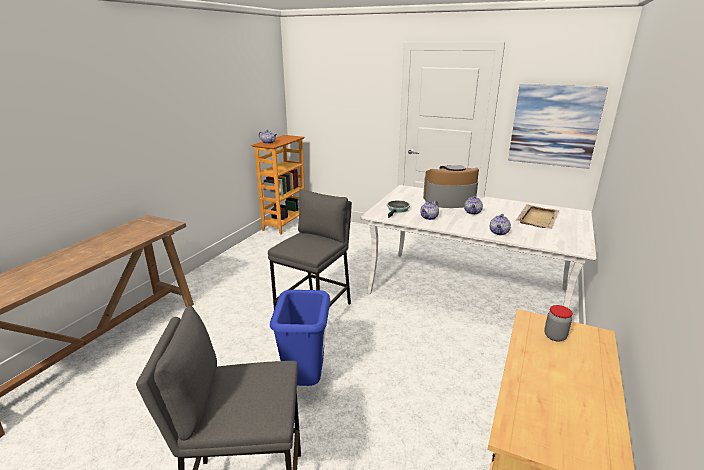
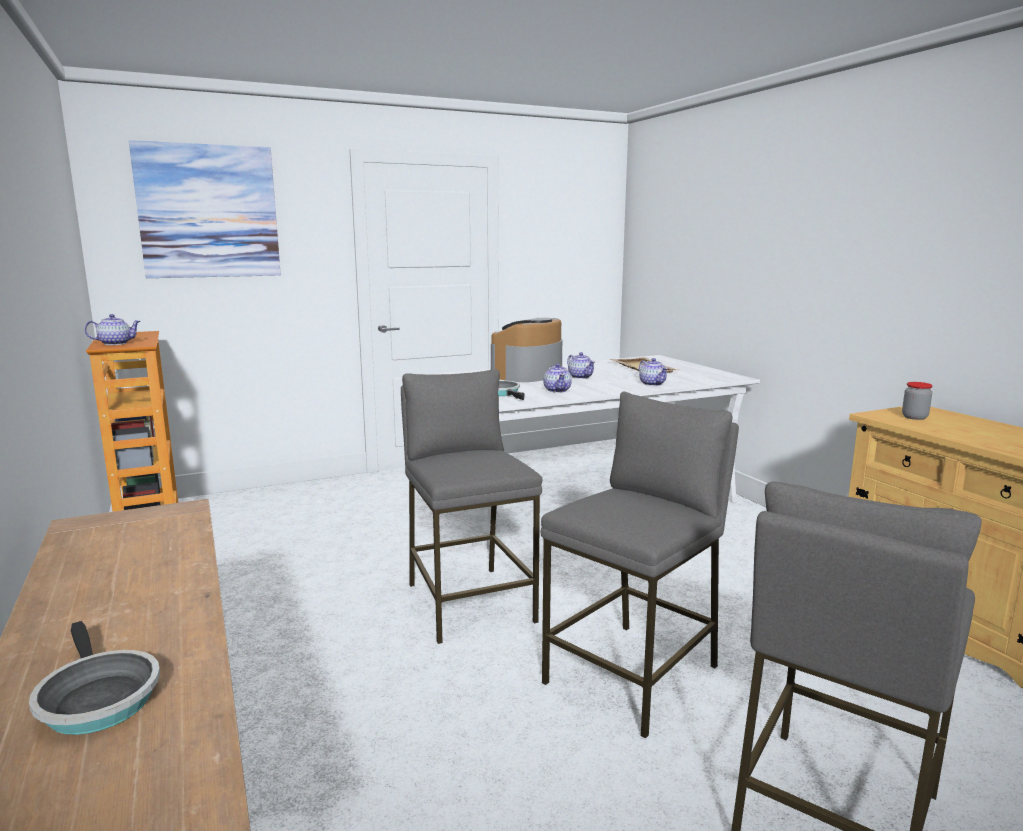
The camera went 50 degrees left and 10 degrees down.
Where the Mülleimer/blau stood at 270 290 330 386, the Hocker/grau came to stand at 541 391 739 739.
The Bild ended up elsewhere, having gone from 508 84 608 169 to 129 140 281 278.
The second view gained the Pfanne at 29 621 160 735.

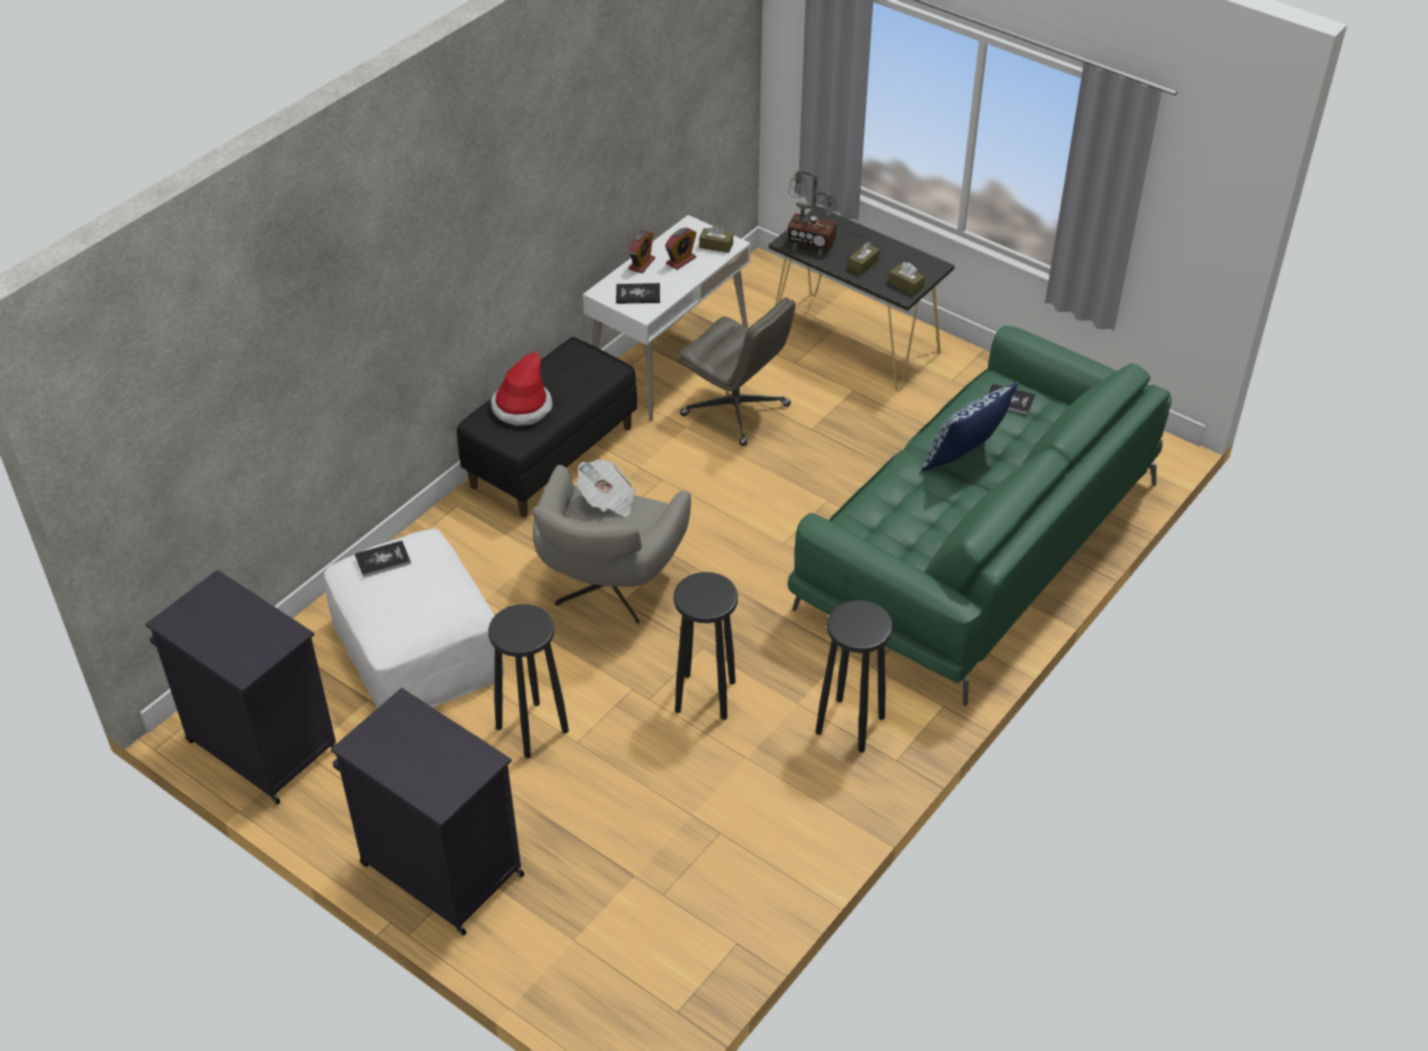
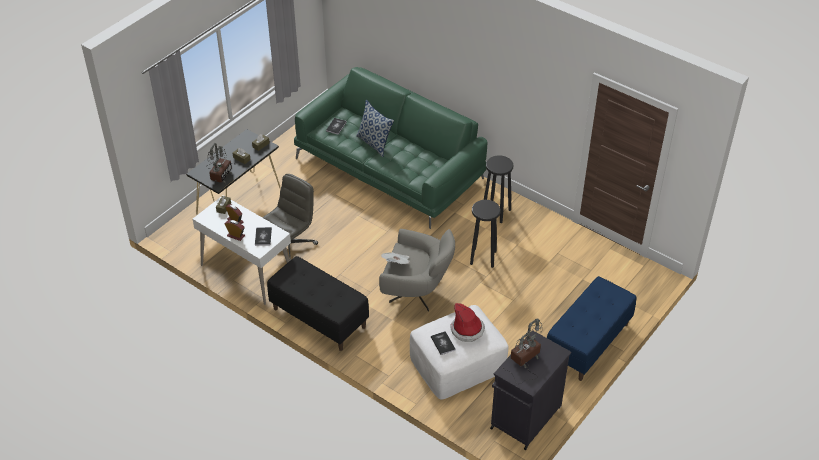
The camera went 90 degrees left and 0 degrees up.
Where the Schrank/schwarz stood at 331 688 524 936, the Bank/blau came to stand at 547 276 637 381.
The second view lost the Hocker/schwarz at 488 604 569 758.
The Hut ended up elsewhere, having gone from 491 351 553 426 to 450 303 485 342.
The second view gained the Tischlampe at 502 318 542 384.

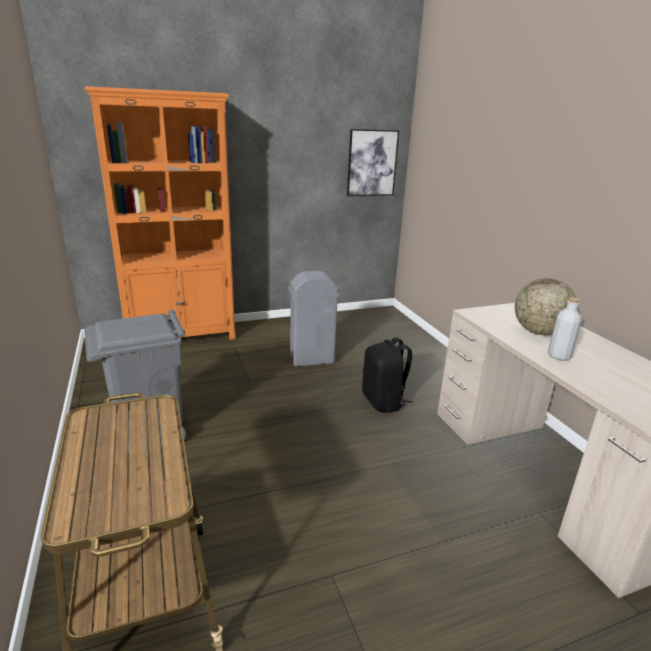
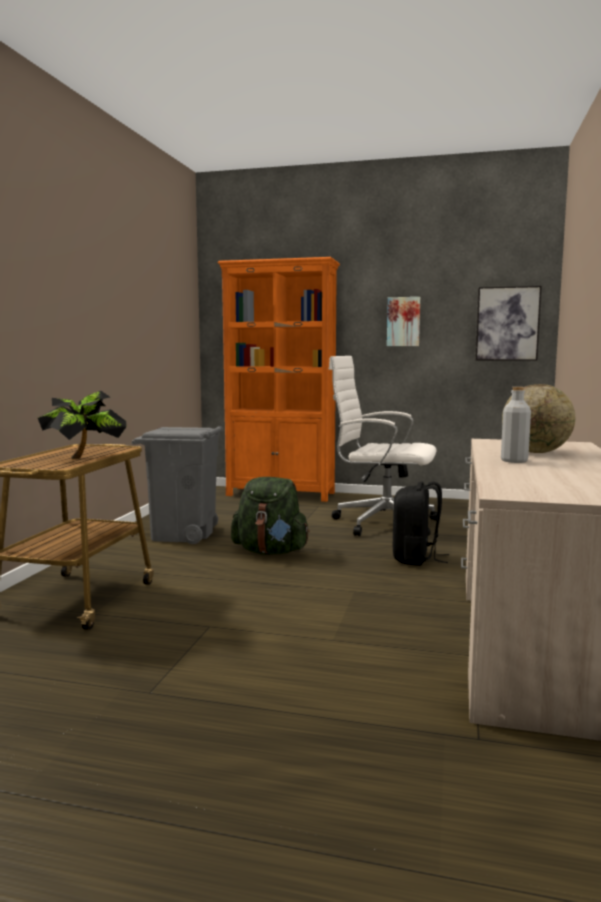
The camera went 35 degrees right and 15 degrees down.
Where the Mülleimer/grau stood at 288 271 340 366, the Bürostuhl/weiß came to stand at 329 356 437 536.
The second view gained the Topfpflanze at 38 391 127 459.
The second view gained the Rucksack/grün at 231 477 310 555.
The second view gained the Bild at 387 297 420 346.

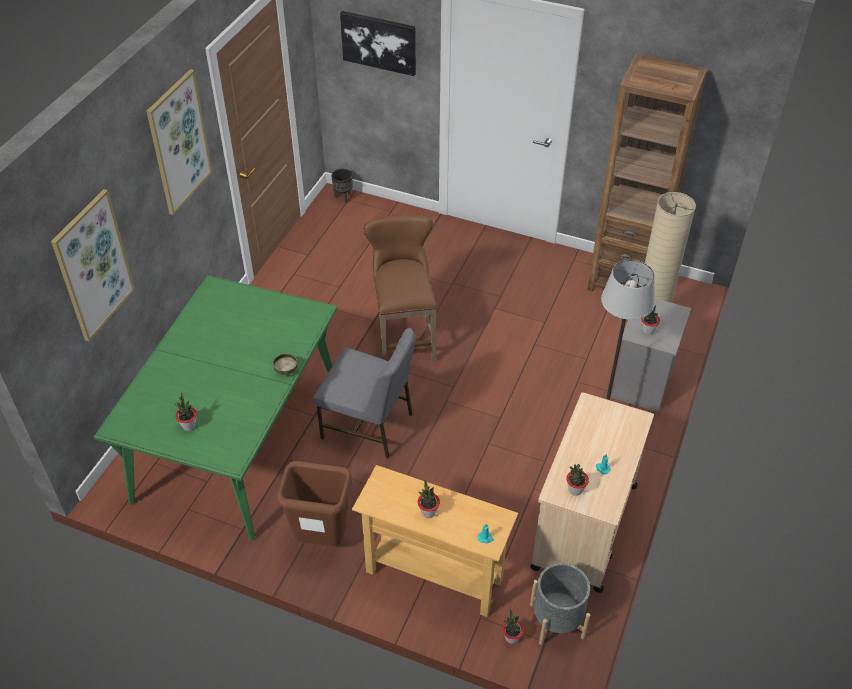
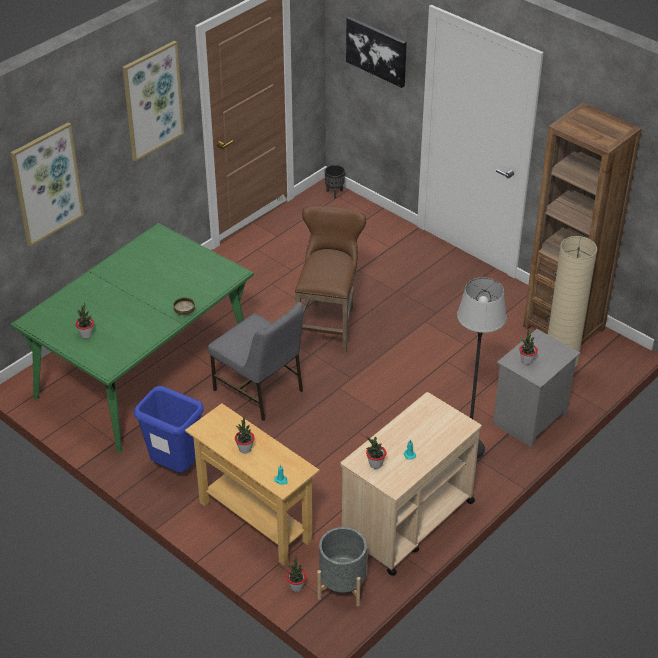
The camera went 20 degrees right and 5 degrees down.
What was the Mülleimer/braun at 276 461 352 546 turned into the Mülleimer/blau at 134 386 204 472.

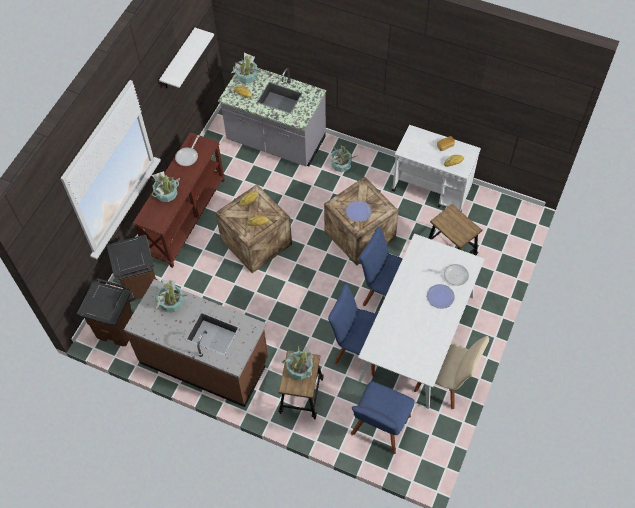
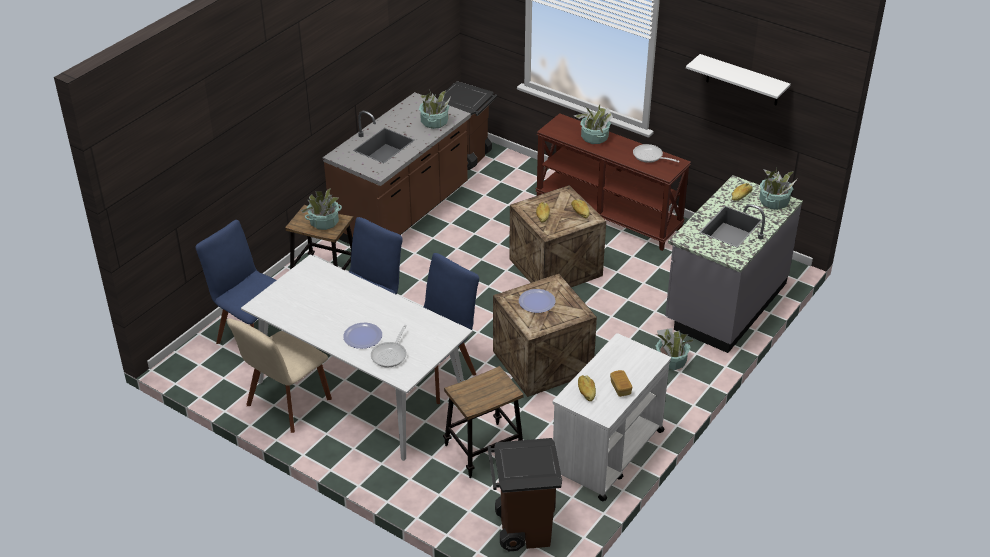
The camera went 100 degrees right and 20 degrees down.
The Mülleimer/braun ended up elsewhere, having gone from 107 235 158 302 to 488 438 562 551.

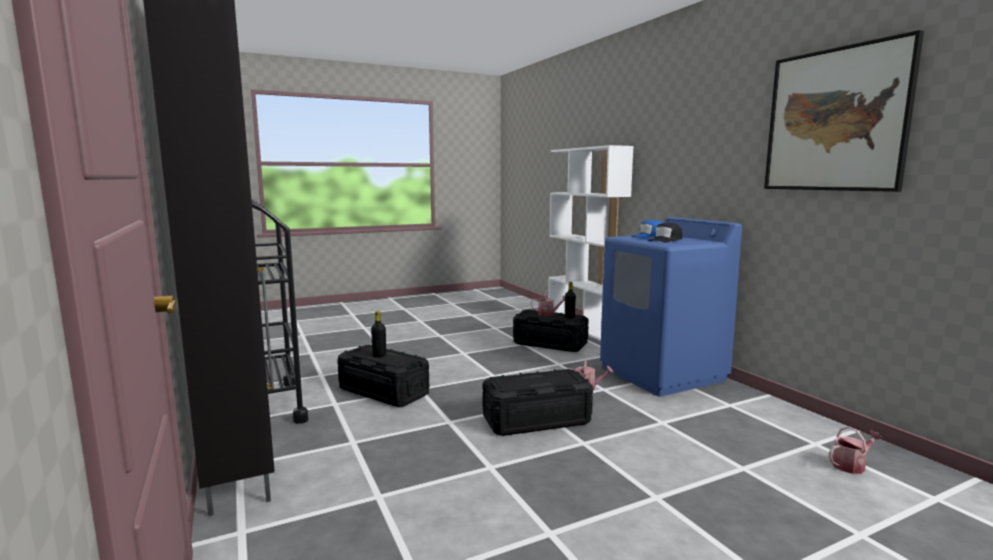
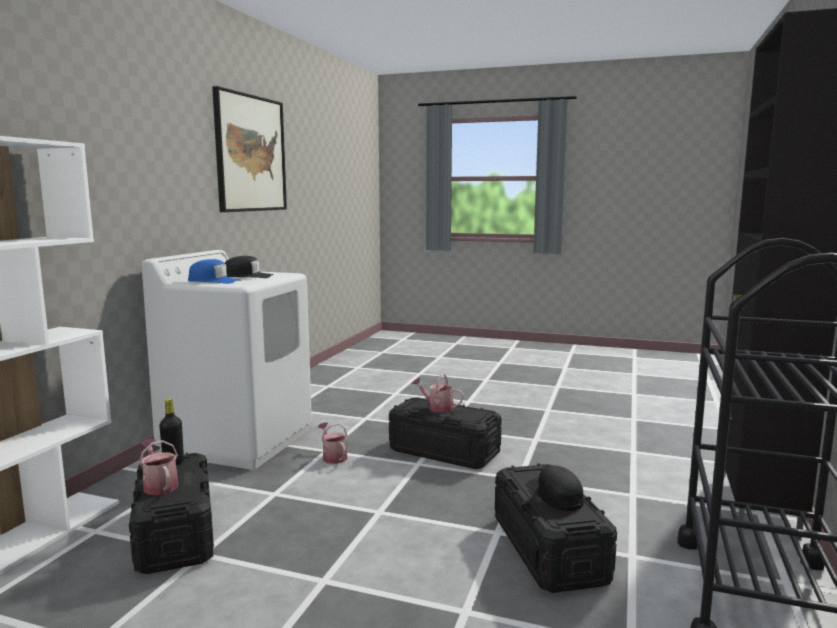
The camera went 135 degrees left and 0 degrees up.
Where the Flasche/schwarz stood at 371 311 386 357, the Kappe/schwarz came to stand at 525 465 584 511.
What was the Waschmaschine/blau at 600 217 742 396 turned into the Waschmaschine/weiß at 141 250 312 470.
The Gießkanne ended up elsewhere, having gone from 829 427 883 474 to 412 373 464 413.

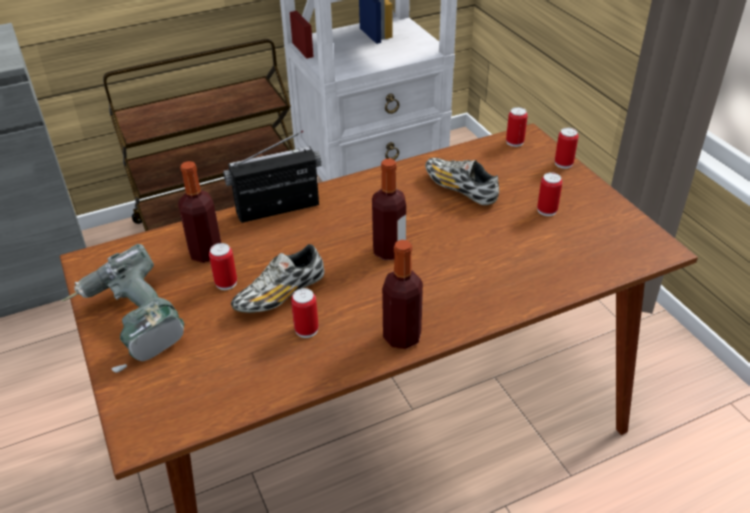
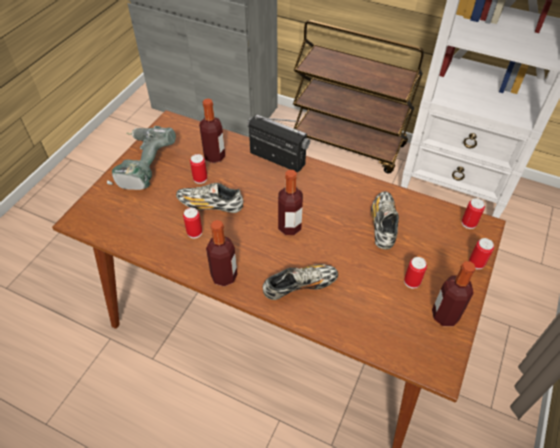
The camera went 50 degrees right and 10 degrees up.
The second view gained the Schuh at 262 264 338 300.
The second view gained the Flasche at 432 261 476 326.

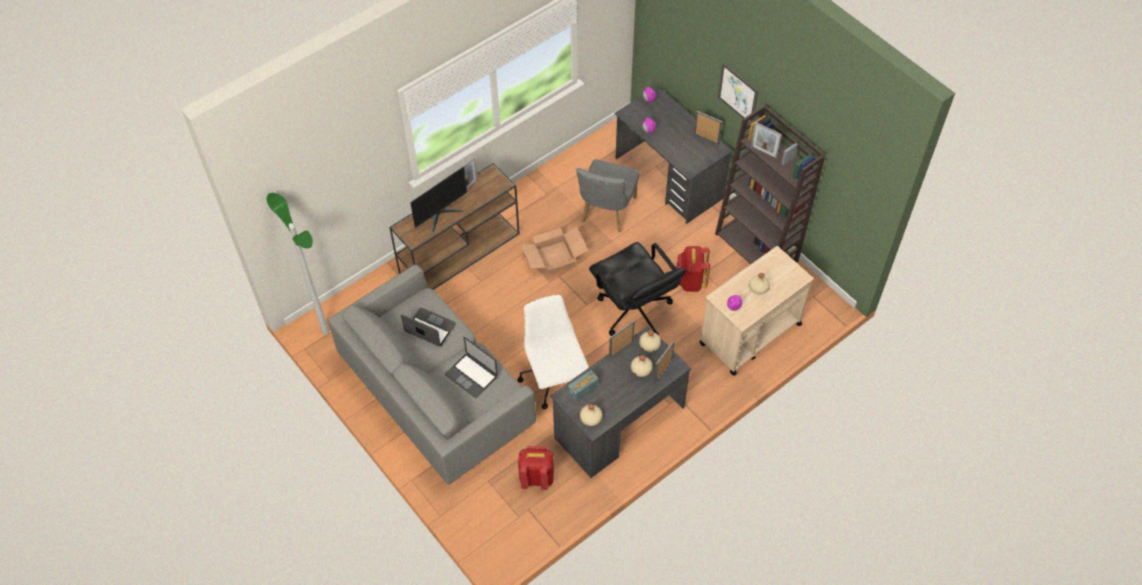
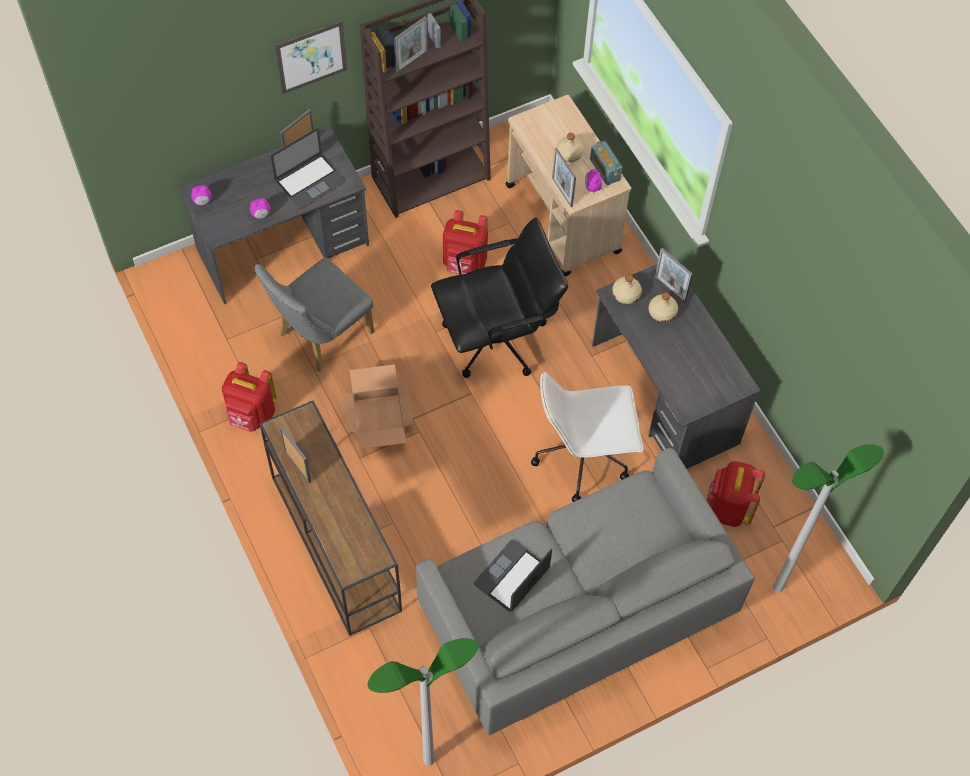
The camera went 80 degrees left and 5 degrees up.
The second view lost the Monitor at 410 167 467 232.
The Laptop ended up elsewhere, having gone from 445 337 498 398 to 271 128 346 209.
The Radio ended up elsewhere, having gone from 568 370 598 402 to 590 141 622 185.
The Stuhl/grau at 576 159 640 232 ended up facing another way, 105 degrees clockwise from before.
The second view lost the Flasche/beige at 580 404 602 426.
The Bilderrahmen ended up elsewhere, having gone from 609 321 635 358 to 552 148 576 207.
The second view gained the Rucksack/rot at 222 362 276 432.
The second view gained the Stehlampe at 773 444 884 592.

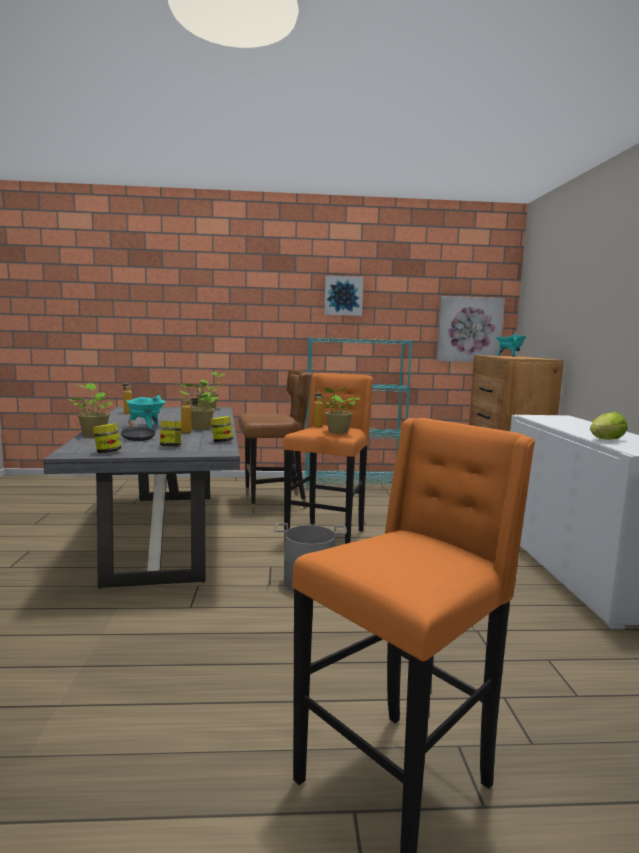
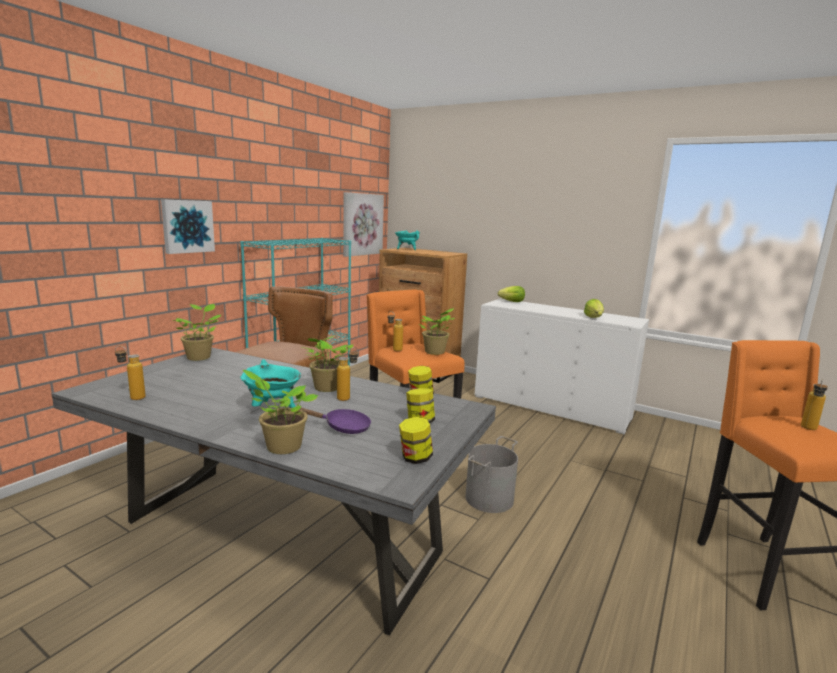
The camera went 55 degrees left and 5 degrees up.
What was the Pfanne/schwarz at 121 420 155 441 turned into the Pfanne/lila at 300 408 371 434.
The Bild ended up elsewhere, having gone from 324 276 364 316 to 161 199 215 254.
The second view gained the Salatkopf at 498 286 525 302.
The second view gained the Flasche at 801 379 827 430.

